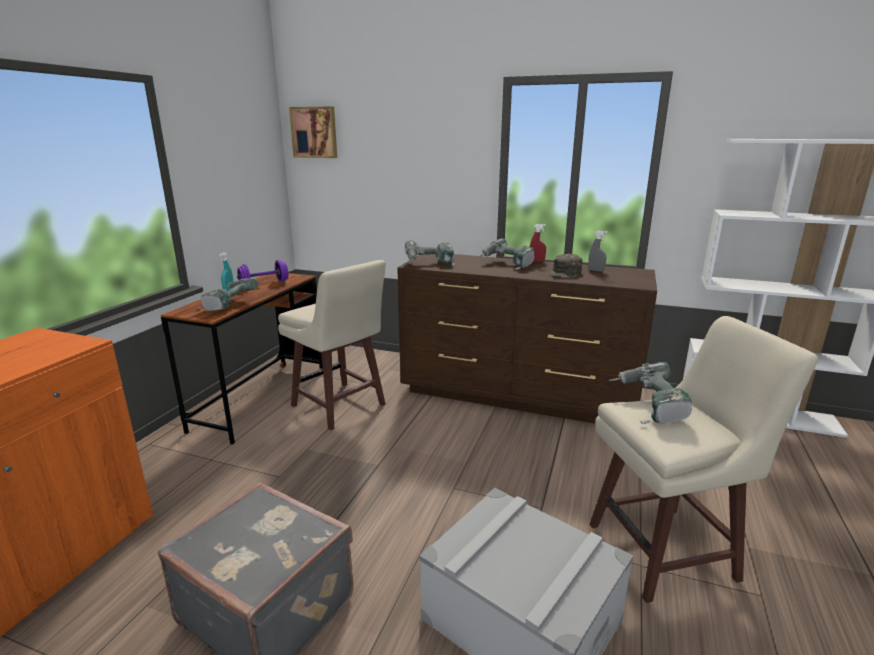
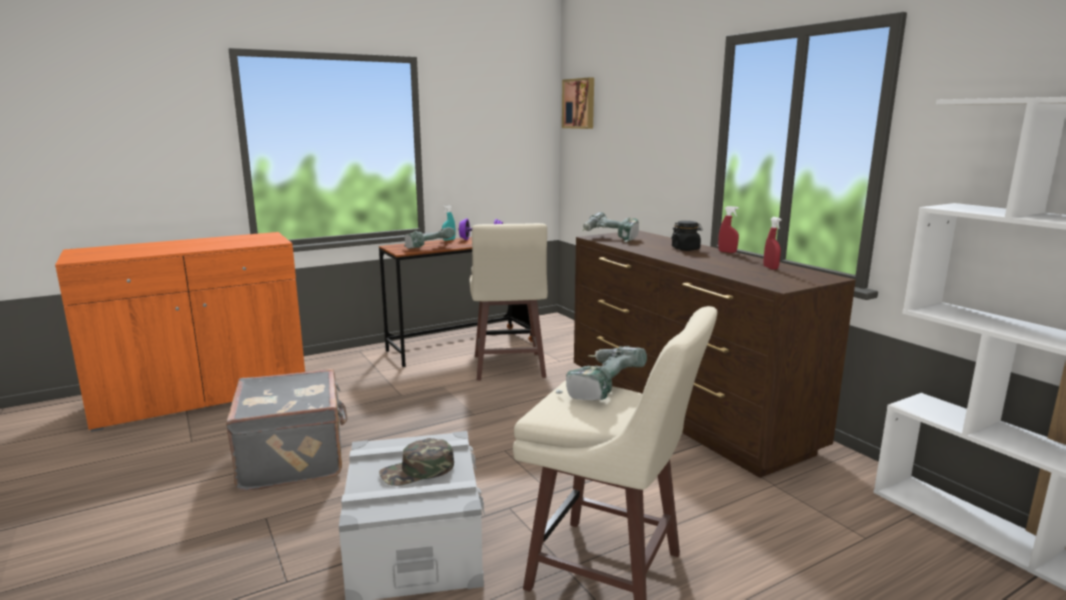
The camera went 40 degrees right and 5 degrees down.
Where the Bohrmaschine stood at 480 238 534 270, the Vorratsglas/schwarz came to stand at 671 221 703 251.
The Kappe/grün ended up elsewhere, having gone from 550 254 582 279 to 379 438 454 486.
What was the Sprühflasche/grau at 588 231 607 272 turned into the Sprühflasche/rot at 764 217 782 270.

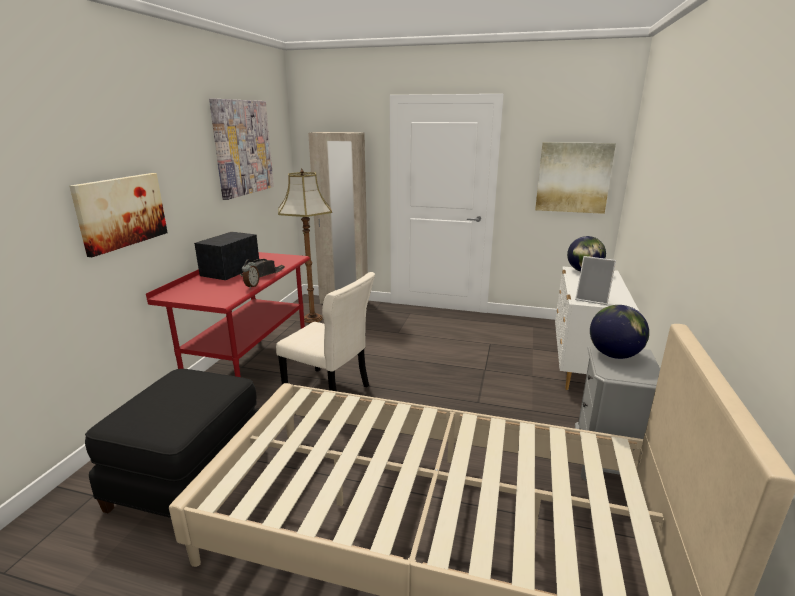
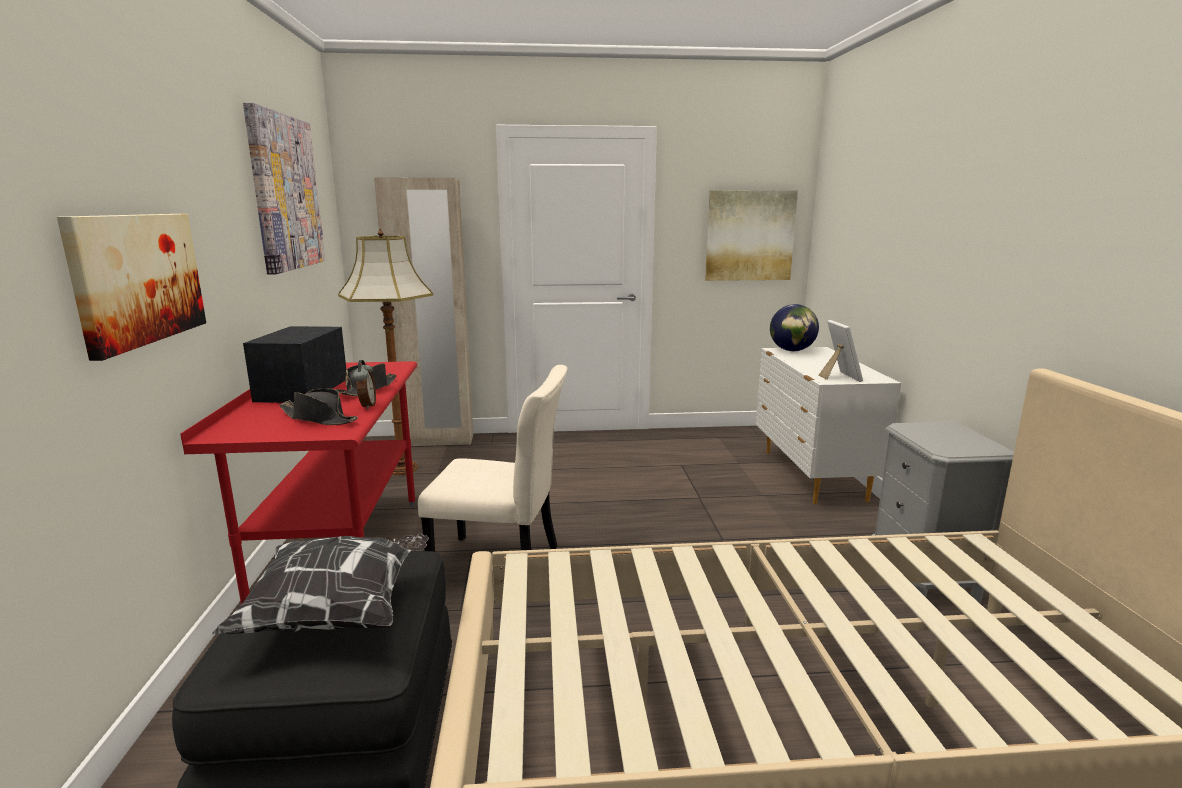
The camera went 20 degrees left and 5 degrees down.
The Bilderrahmen at 575 256 616 305 ended up facing another way, 105 degrees counterclockwise from before.
The second view lost the Globus at 590 305 649 359.
The second view gained the Kissen at 212 533 429 634.
The second view gained the Hut/schwarz at 279 389 358 425.

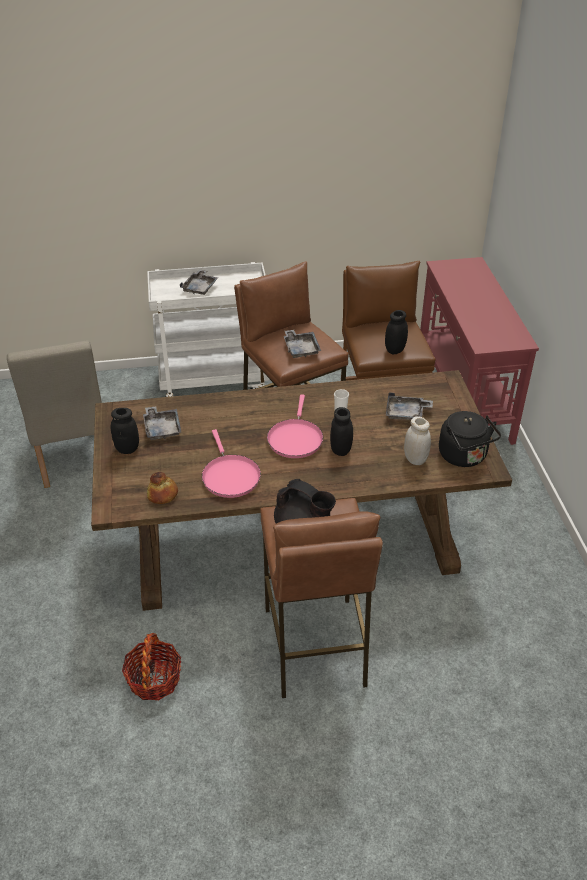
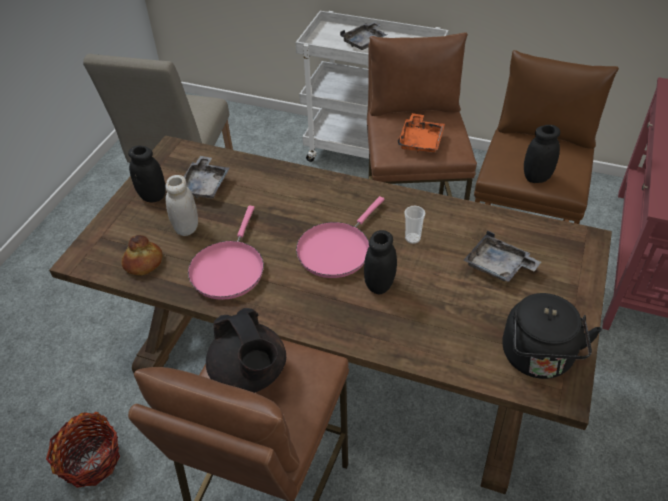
The camera went 30 degrees right and 5 degrees up.
What was the Tablett/grau at 284 330 321 358 turned into the Tablett/orange at 398 113 445 152.
The Vorratsglas/weiß ended up elsewhere, having gone from 404 416 431 465 to 165 175 198 236.

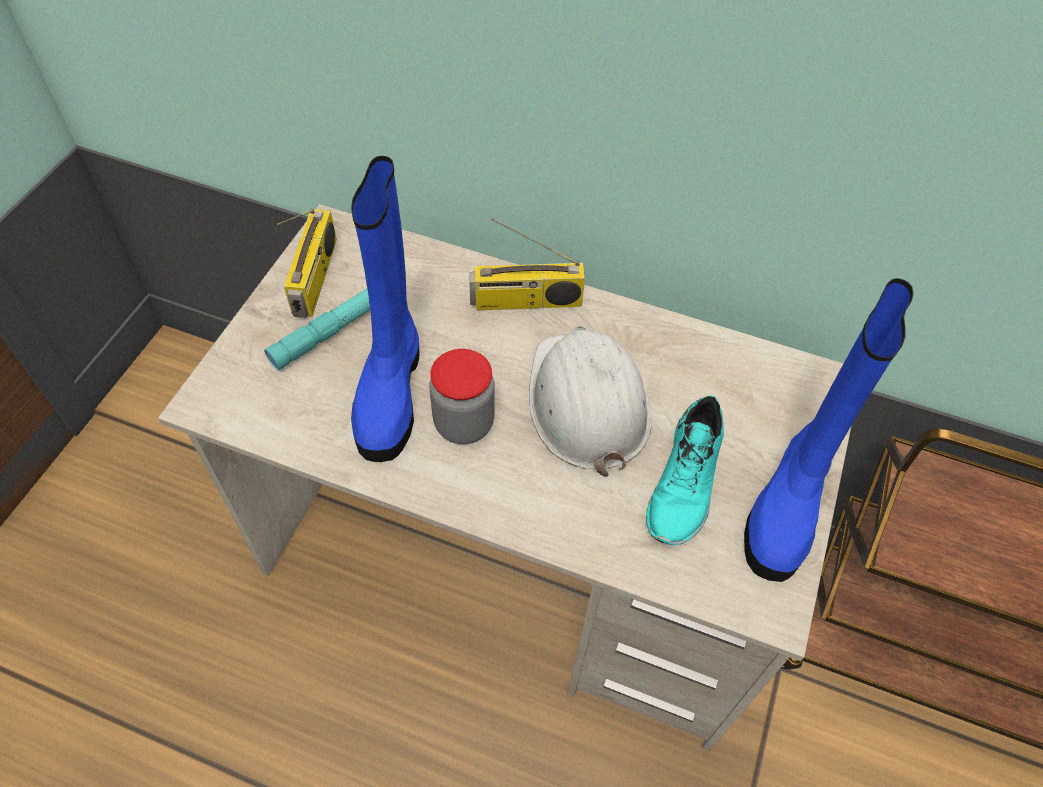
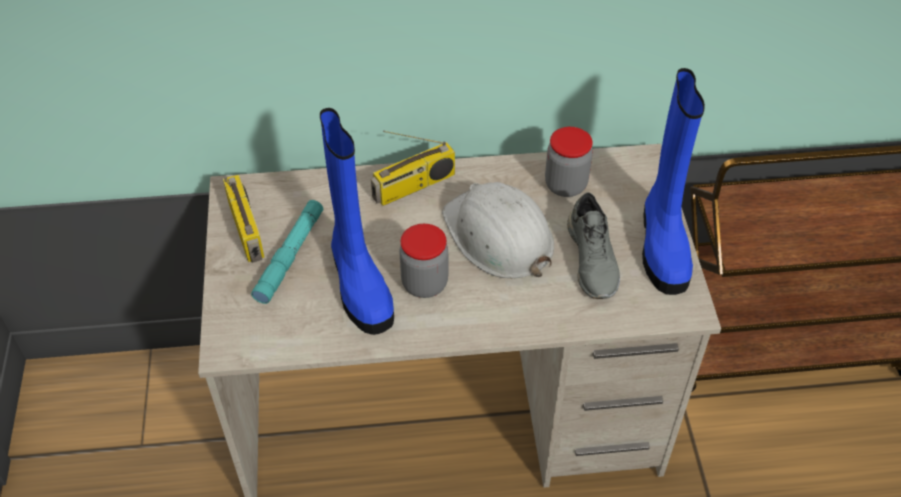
The camera went 25 degrees left and 5 degrees down.
What was the Schuh/türkis at 646 395 724 545 turned into the Schuh/grau at 567 192 620 299.
The second view gained the Vorratsglas at 545 127 593 197.

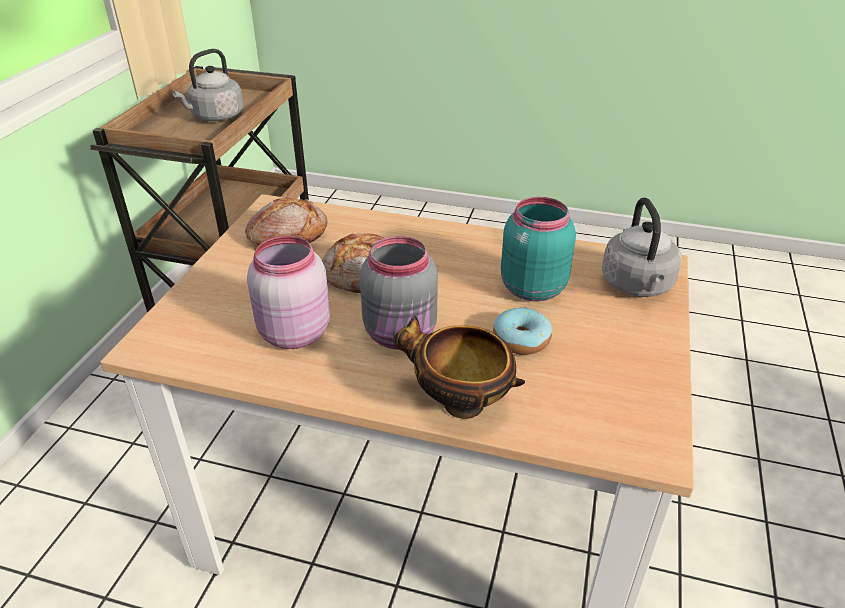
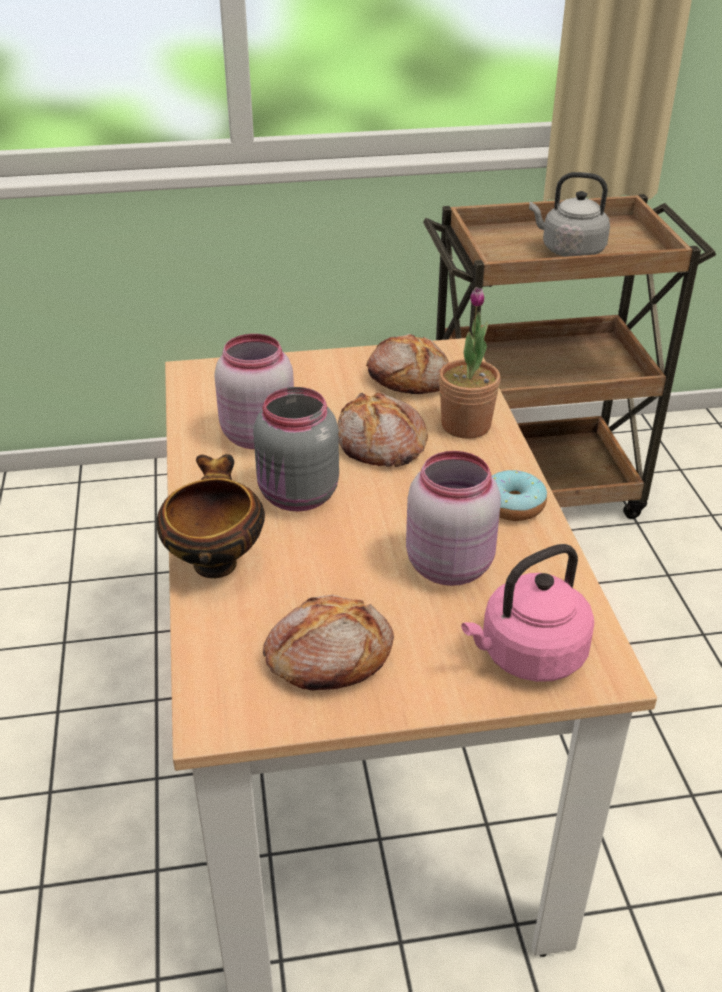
The camera went 65 degrees right and 0 degrees up.
The Donut ended up elsewhere, having gone from 493 307 552 355 to 492 470 547 521.
What was the Vorratsglas/türkis at 501 197 576 302 turned into the Vorratsglas/rosa at 406 451 501 586.
What was the Wasserkessel/grau at 602 197 682 297 turned into the Wasserkessel/rosa at 461 544 594 682.
The second view gained the Brot at 263 595 394 690.
The second view gained the Topfpflanze at 439 287 500 439.

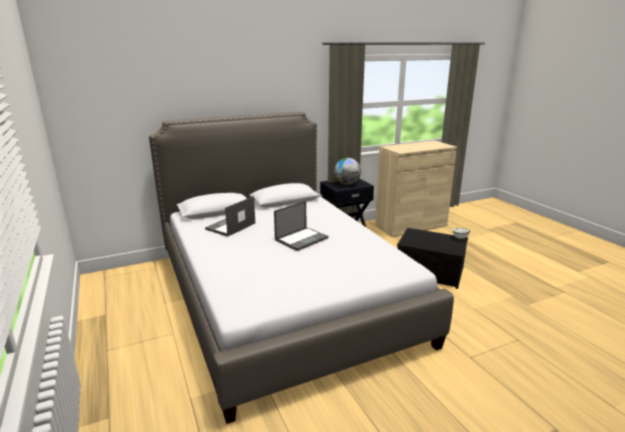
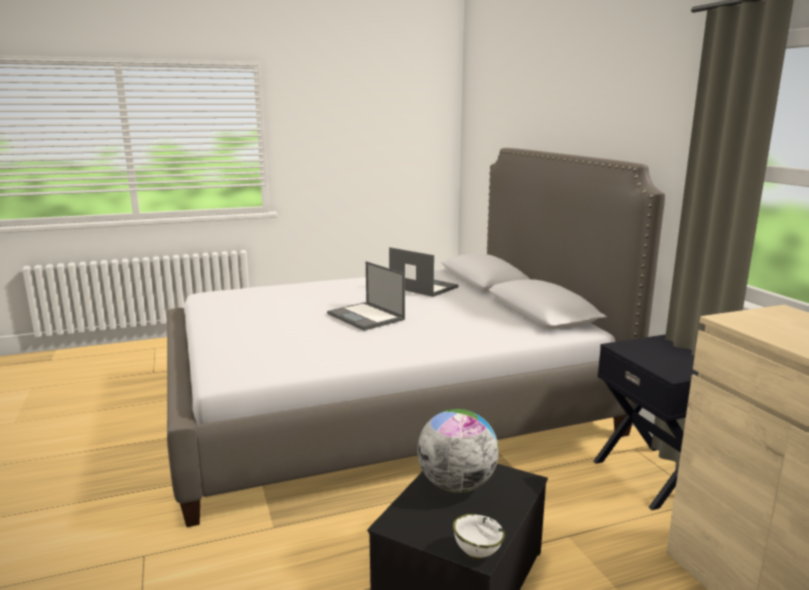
The camera went 95 degrees right and 5 degrees down.
The Globus ended up elsewhere, having gone from 334 158 361 185 to 417 409 499 493.

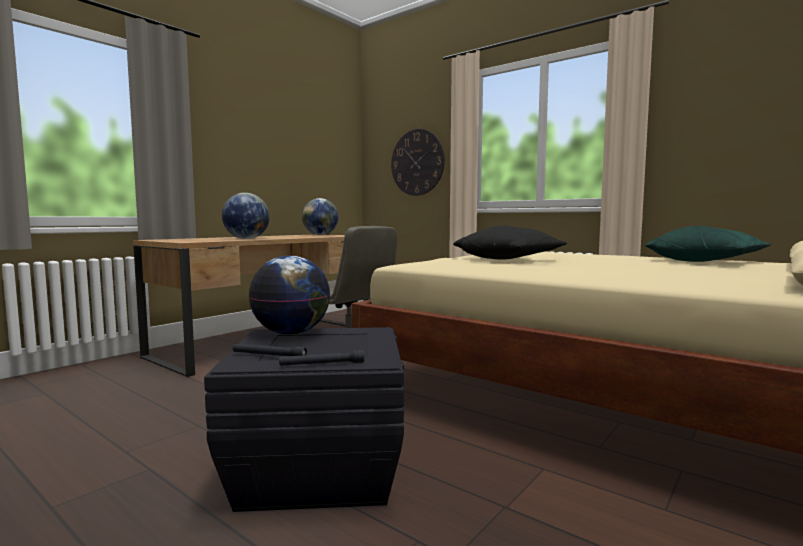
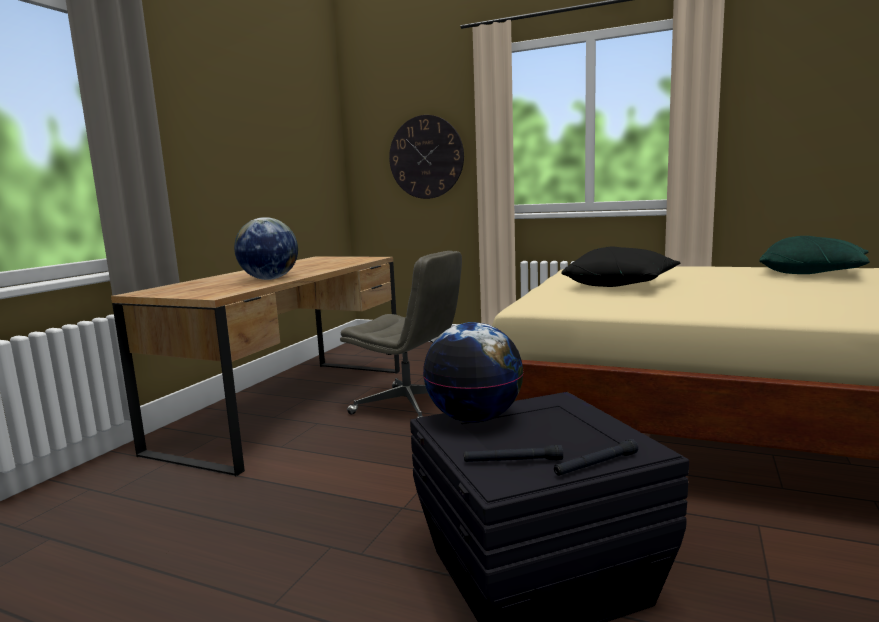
The camera went 15 degrees left and 5 degrees up.
The second view lost the Globus at 302 198 338 235.

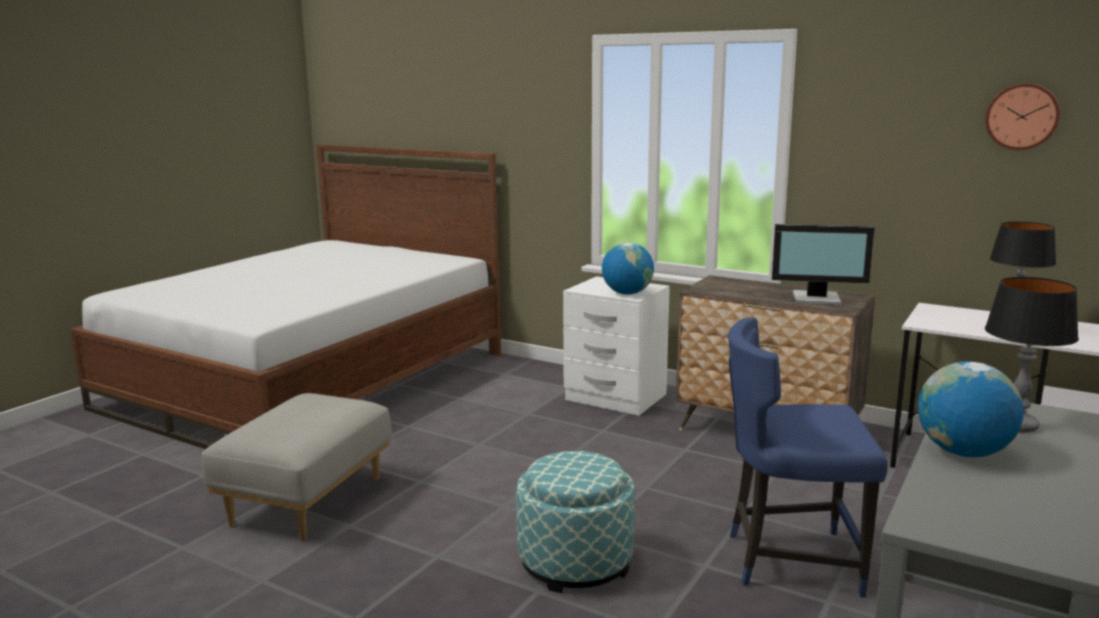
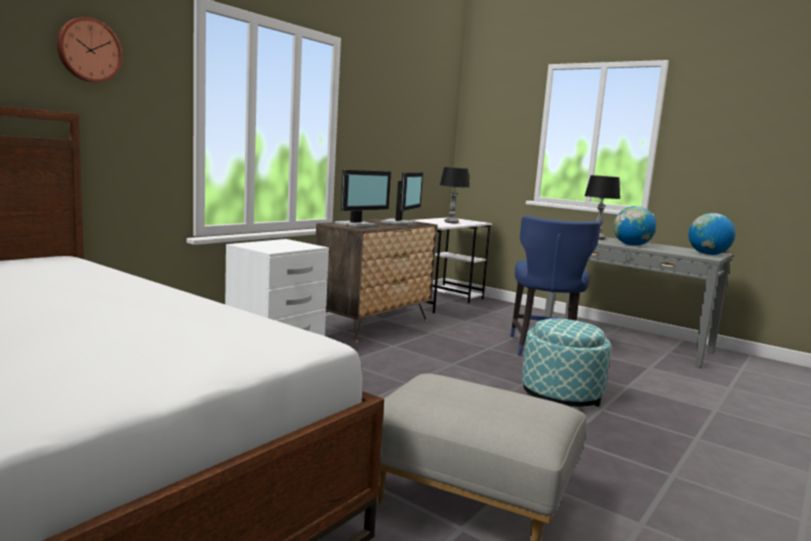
The camera went 85 degrees left and 5 degrees down.
The Globus ended up elsewhere, having gone from 602 243 654 295 to 688 213 735 255.
The Wanduhr ended up elsewhere, having gone from 986 83 1060 150 to 57 17 122 82.
The second view gained the Monitor at 335 170 391 227.

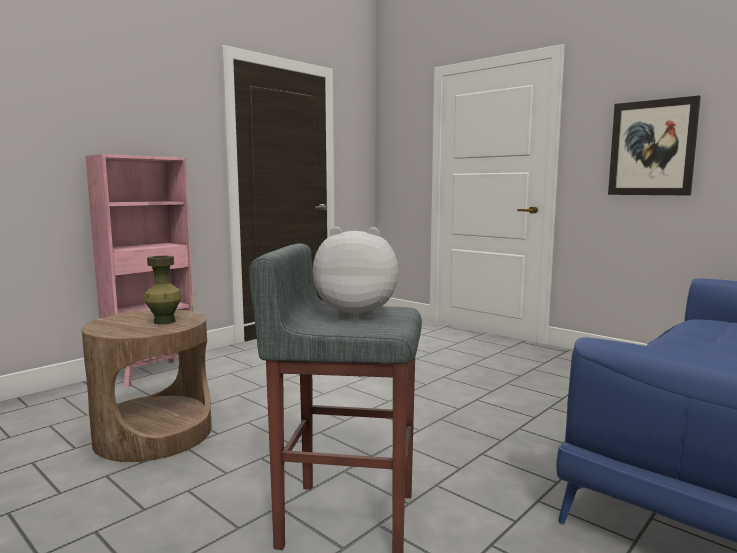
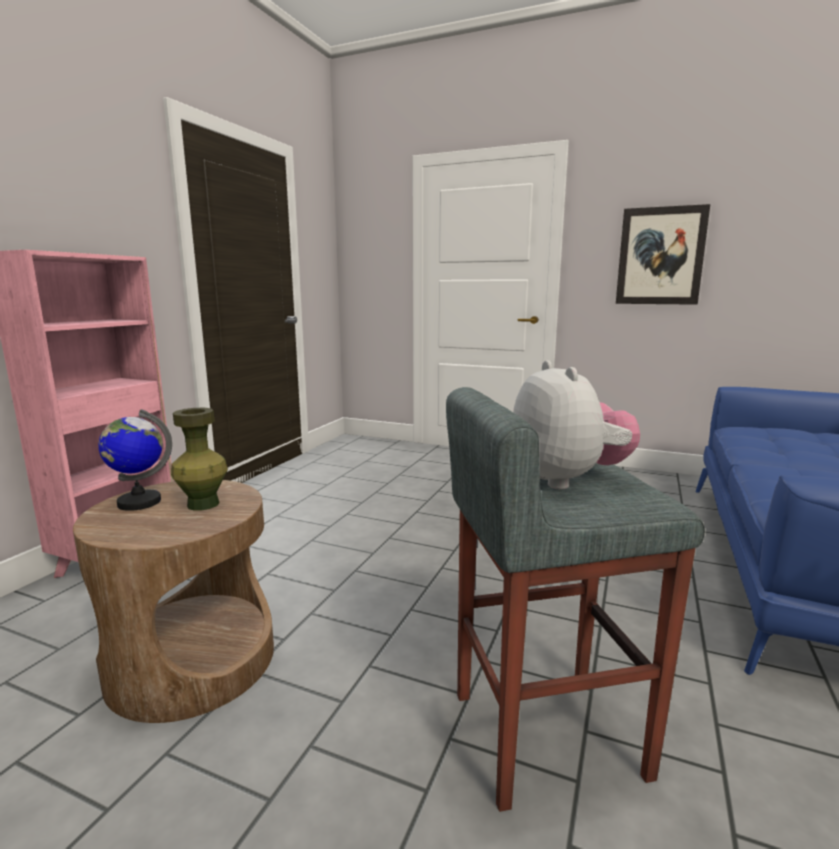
The camera went 20 degrees left and 5 degrees up.
The Plüschtier at 313 227 399 319 ended up facing another way, 90 degrees clockwise from before.
The second view gained the Globus at 98 409 172 511.

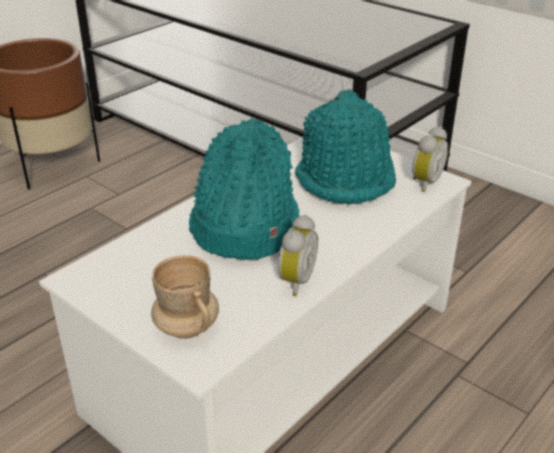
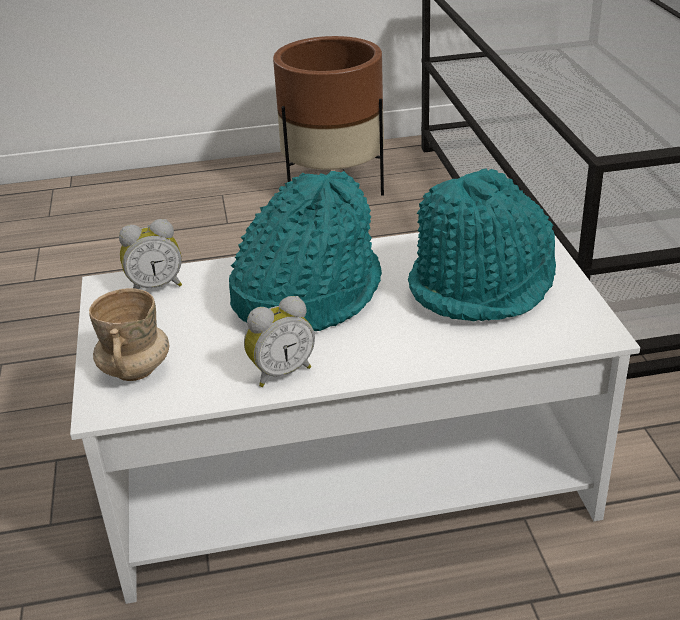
The camera went 40 degrees right and 0 degrees up.
The Wecker ended up elsewhere, having gone from 412 126 448 192 to 119 219 182 289.

